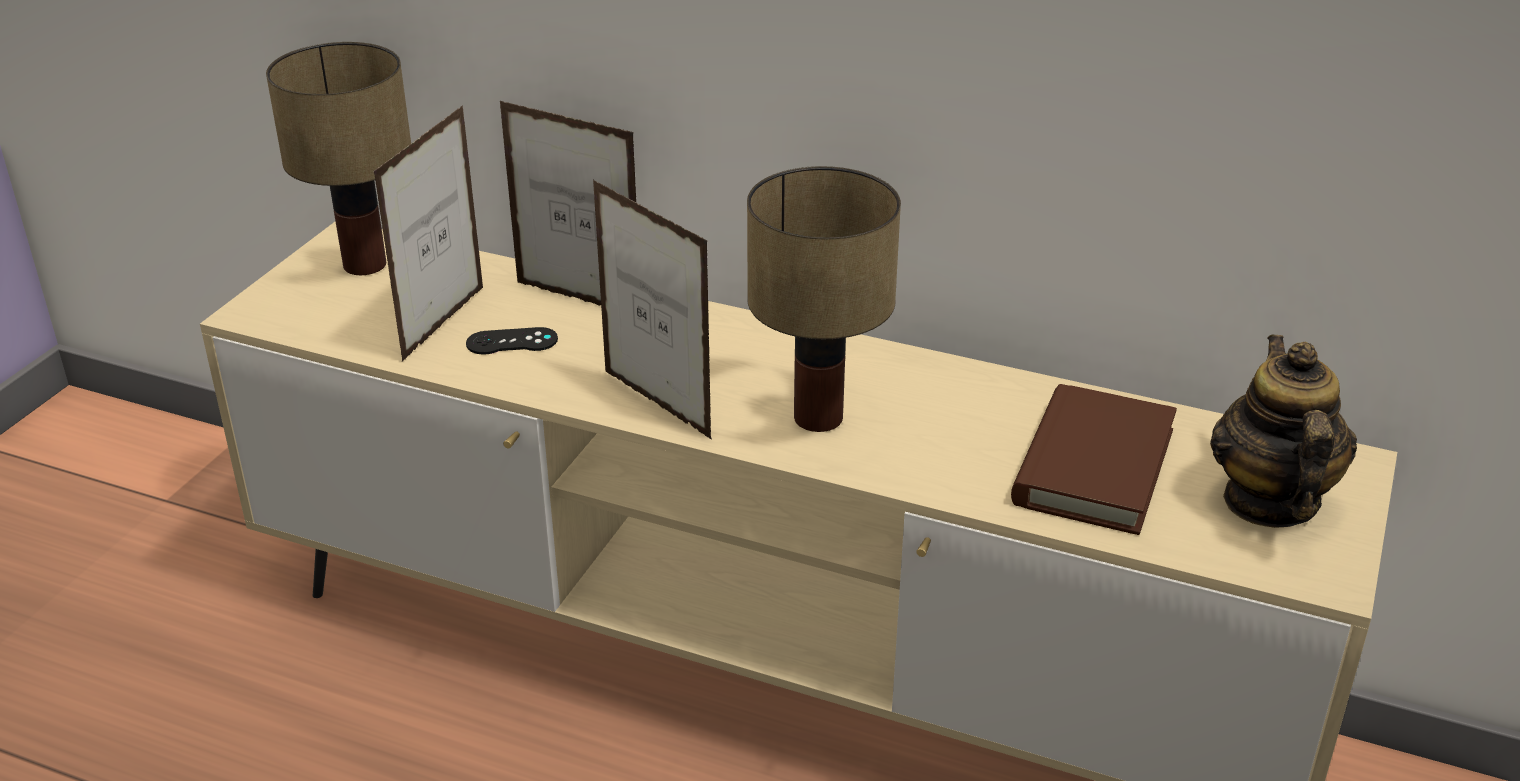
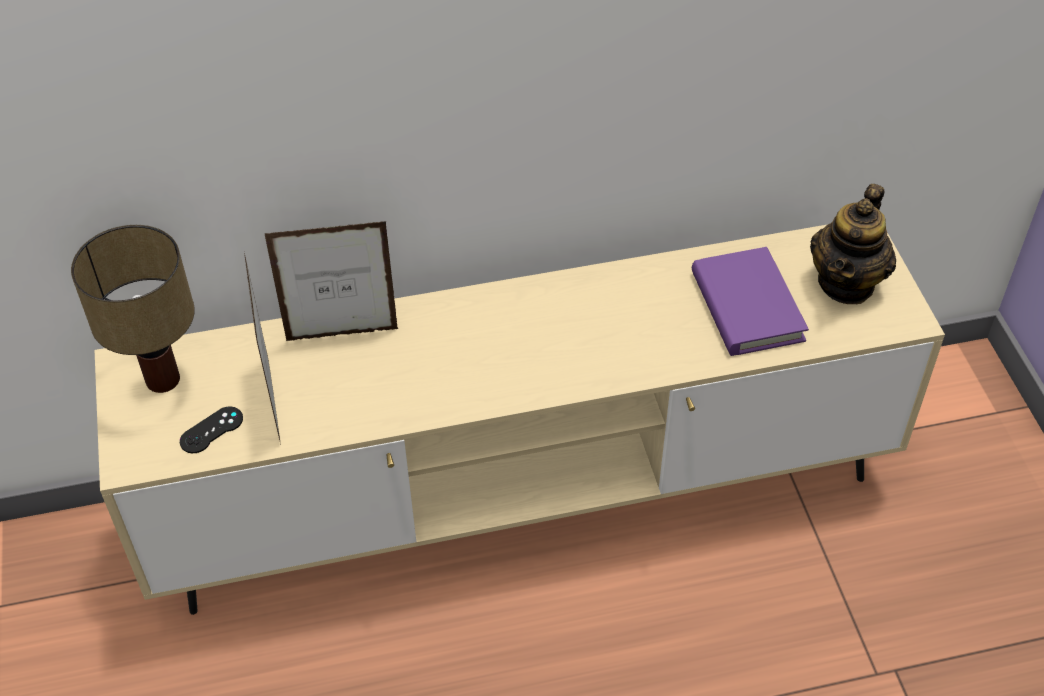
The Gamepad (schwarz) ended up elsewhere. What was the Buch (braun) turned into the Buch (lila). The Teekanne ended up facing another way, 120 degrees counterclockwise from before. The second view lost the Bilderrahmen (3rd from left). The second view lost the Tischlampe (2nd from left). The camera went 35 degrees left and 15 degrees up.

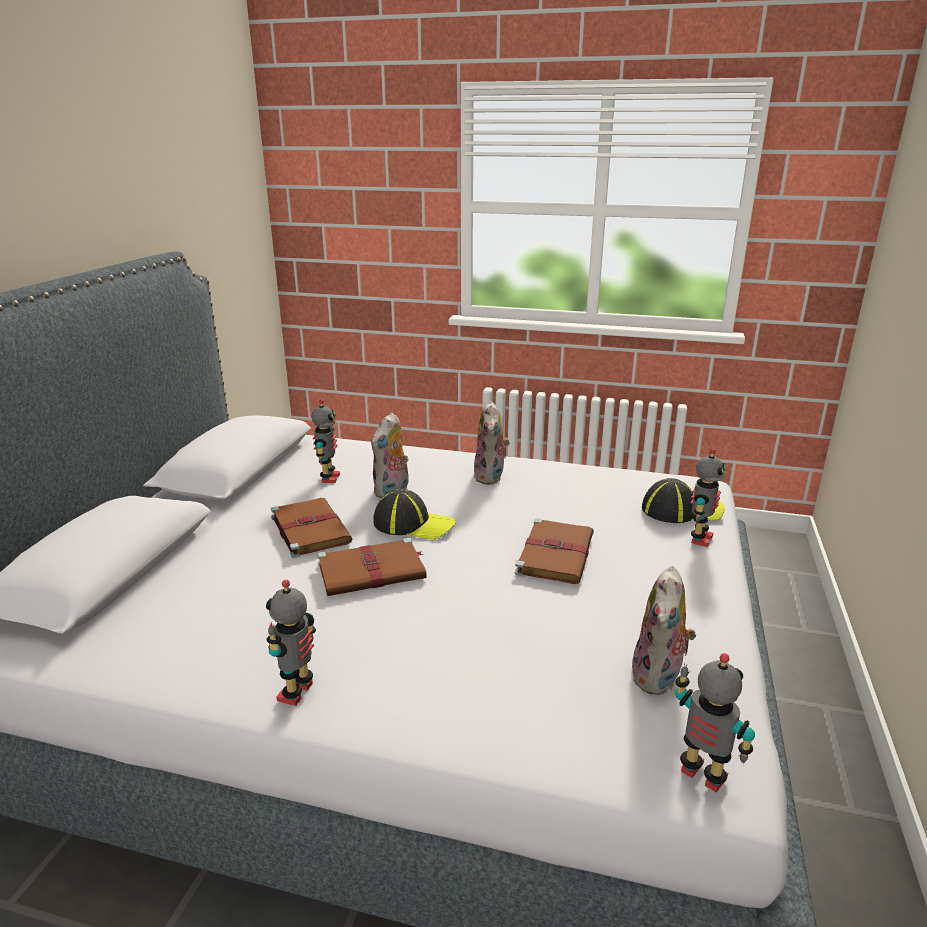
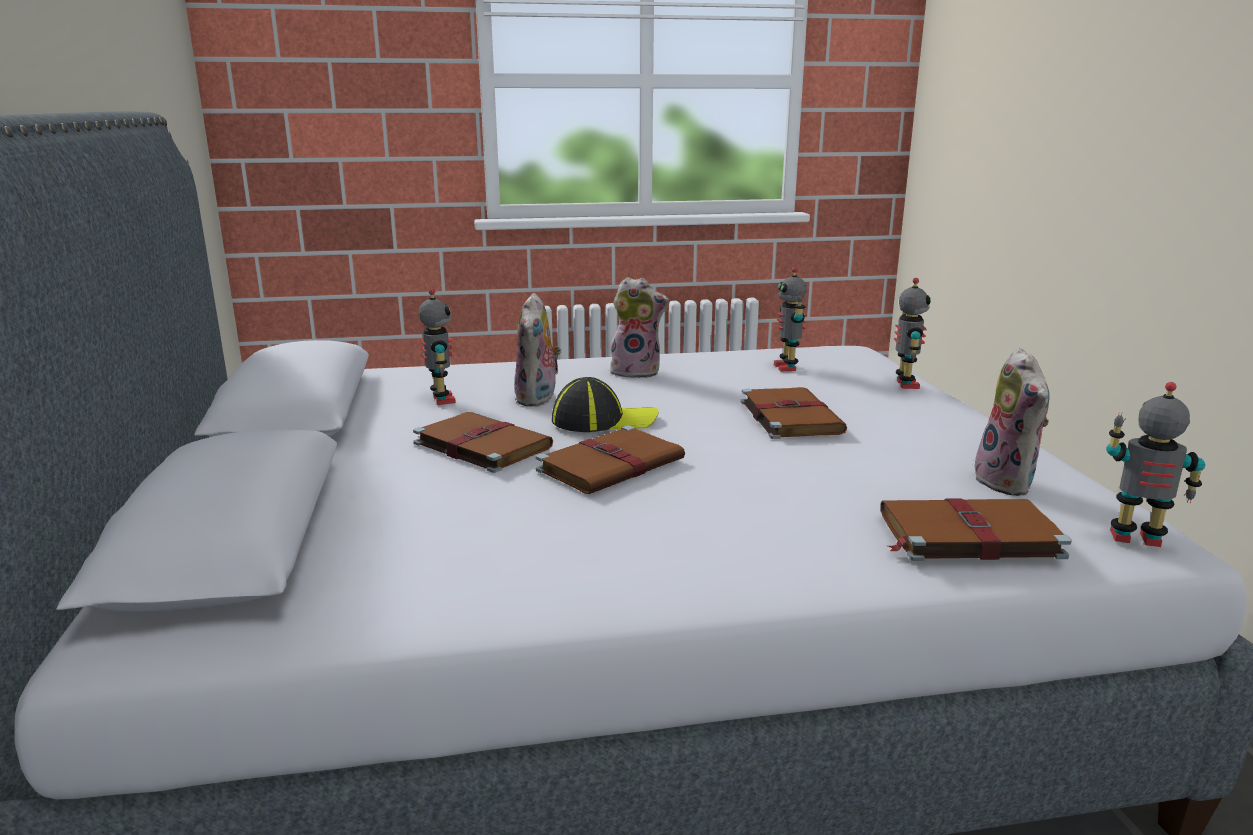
The Plüschtier (2nd from left) ended up facing another way, 60 degrees counterclockwise from before. The Spielzeugroboter (1st from left in the first image) ended up elsewhere. The second view gained the Buch (braun) (4th from left). The second view lost the Kappe (2nd from left). The camera went 25 degrees left and 5 degrees down.

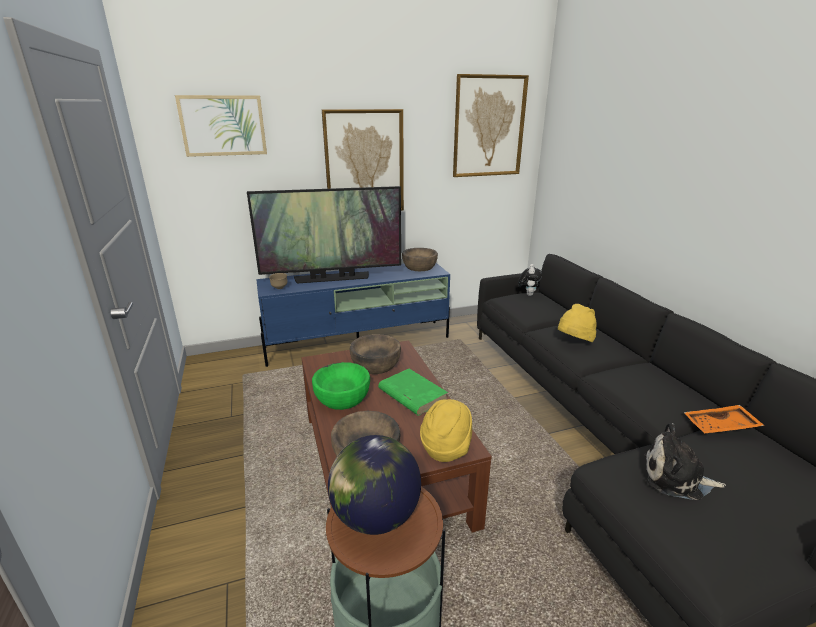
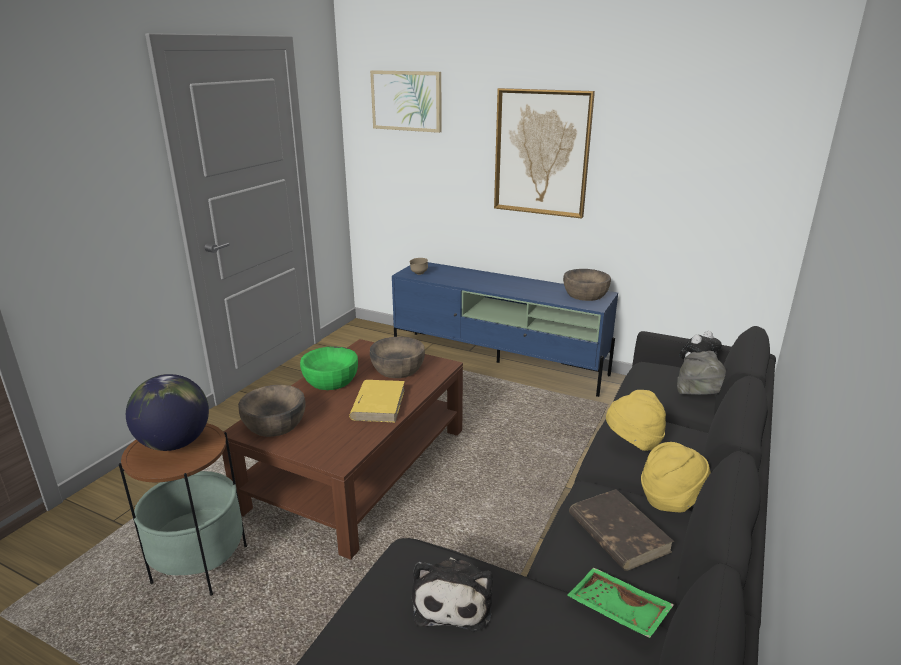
What was the Buch (grün) turned into the Buch (gelb). The Plüschtier (2nd from left in the first image) ended up facing another way, 150 degrees counterclockwise from before. What was the Tablett (orange) turned into the Tablett (grün). The second view gained the Buch (braun). The Hut (gelb) (1st from left in the first image) ended up elsewhere. The second view gained the Hut (grau). The second view lost the Fernseher. The second view lost the Bild (3rd from left). The camera went 45 degrees right and 0 degrees up.

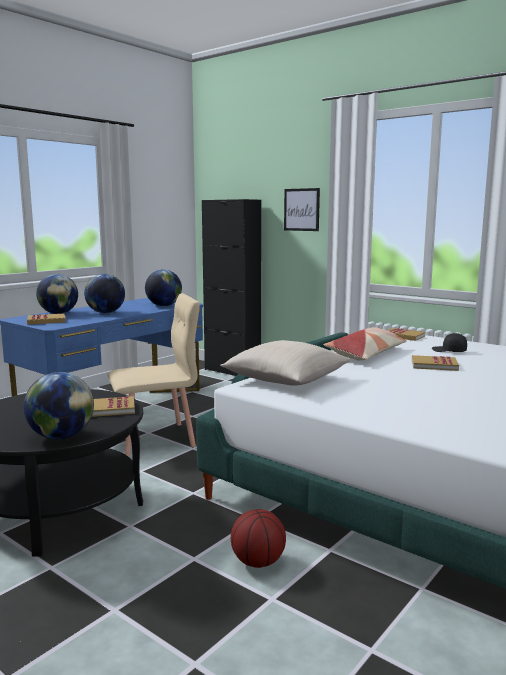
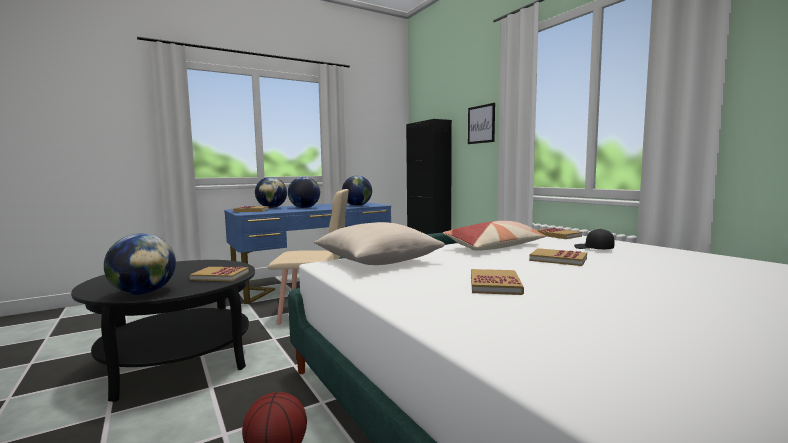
The second view gained the Buch (3rd from left). The camera went 20 degrees right and 5 degrees down.

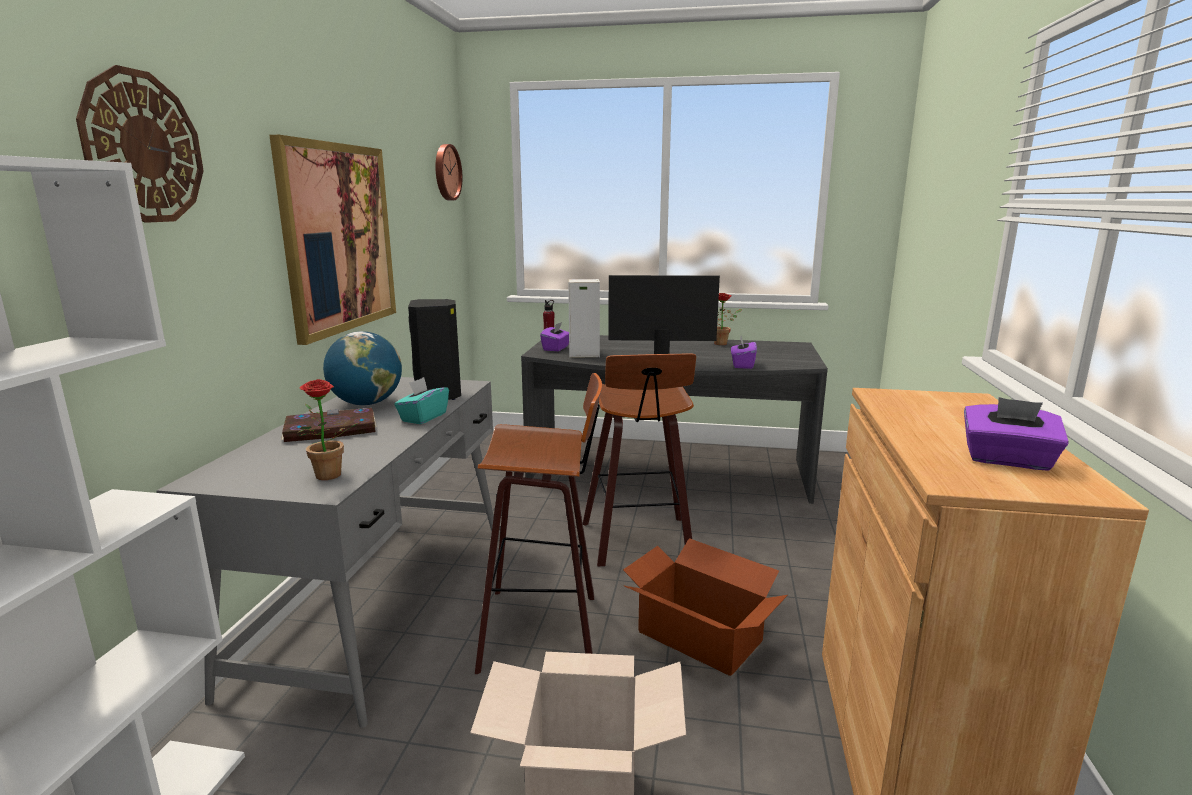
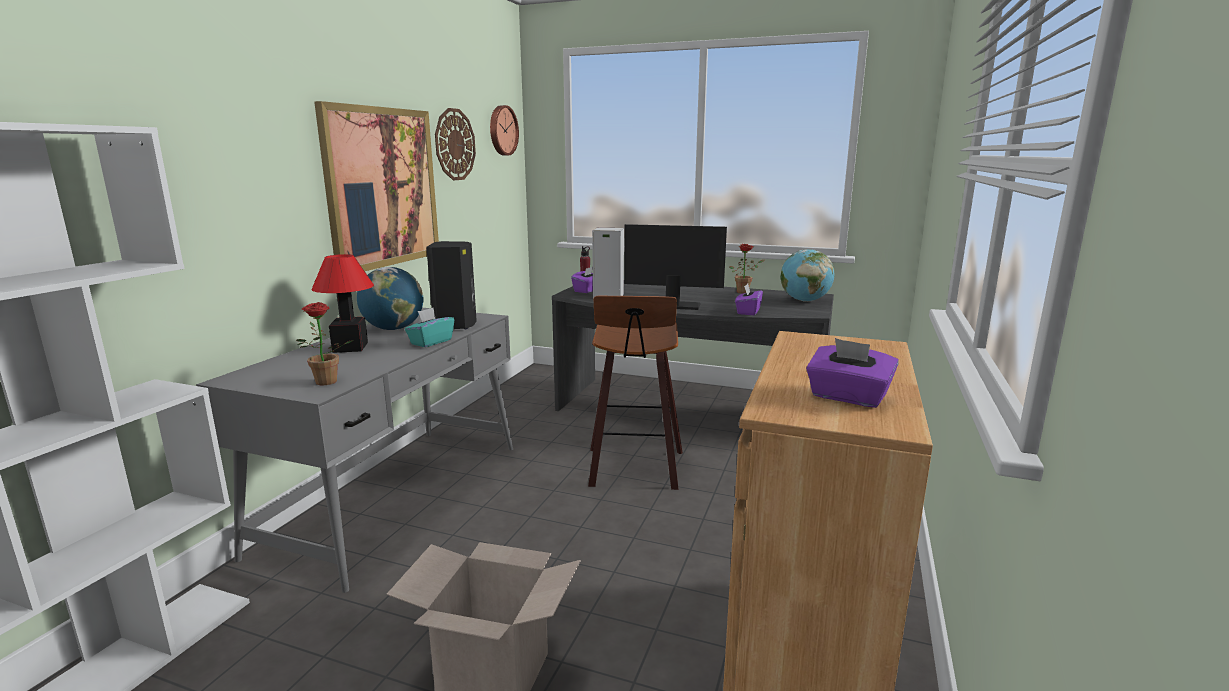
Where the Buch stood, the Tischlampe came to stand. The Wanduhr (1st from left) ended up elsewhere. The second view gained the Globus (2nd from left). The second view lost the Hocker (1st from left). The second view lost the Karton (2nd from left). The camera went 10 degrees right and 0 degrees up.

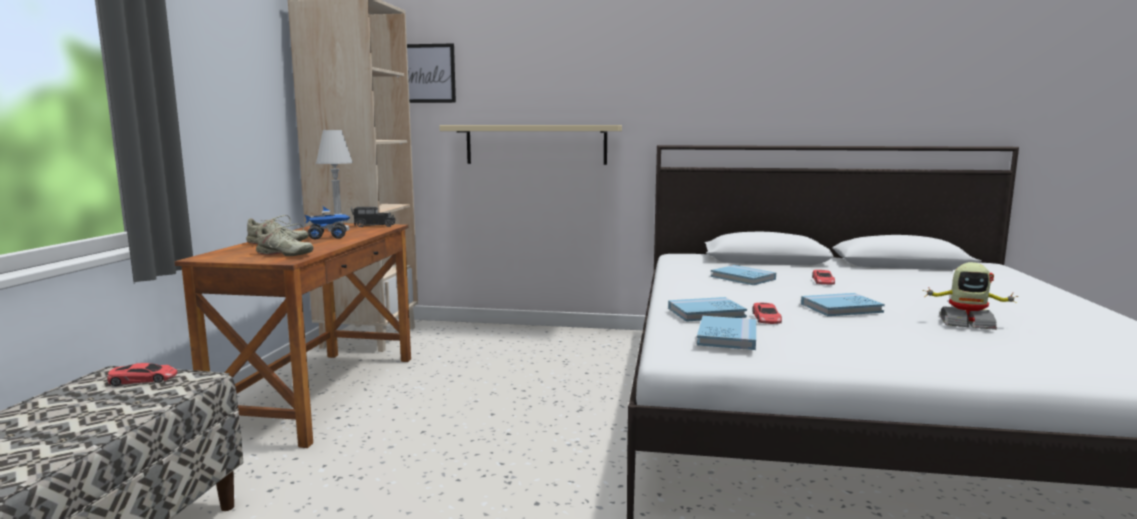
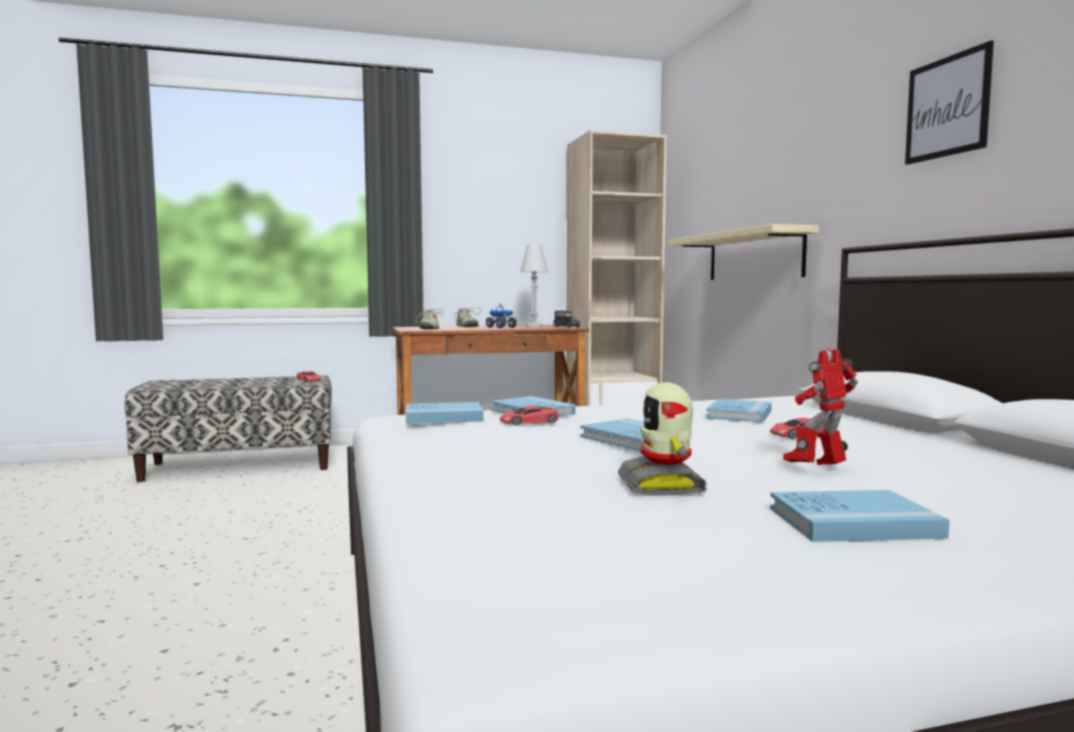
The second view gained the Buch (blau) (5th from left). The second view gained the Spielzeugroboter (2nd from left). The Bild ended up elsewhere. The camera went 65 degrees right and 5 degrees down.

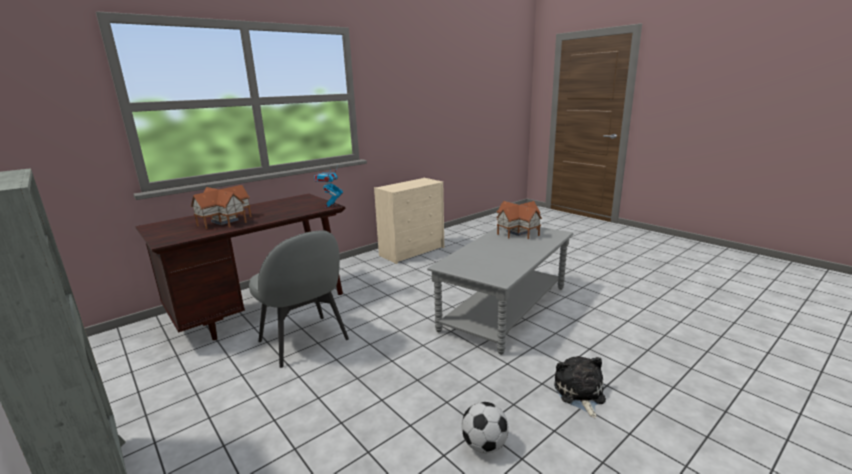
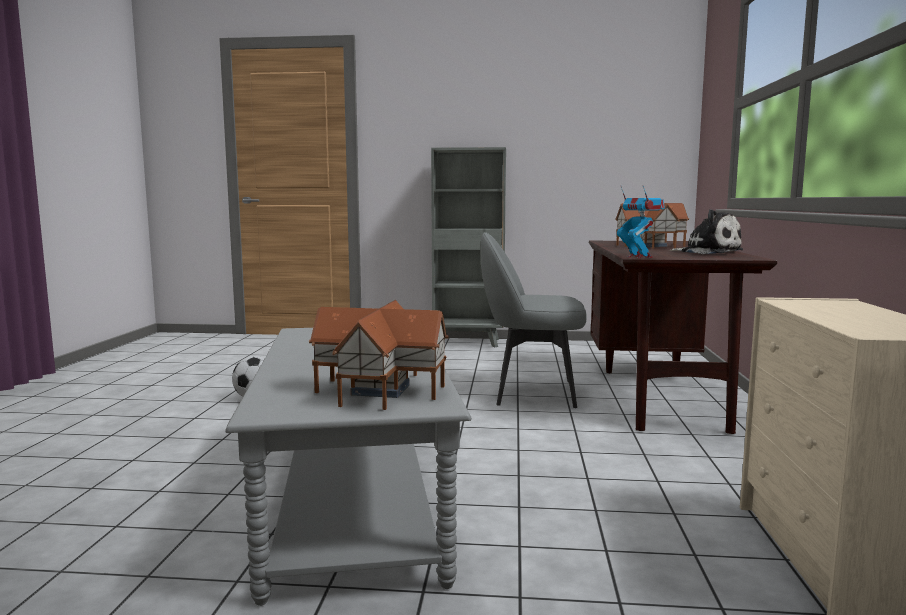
The Plüschtier ended up elsewhere. The camera went 135 degrees right and 10 degrees down.

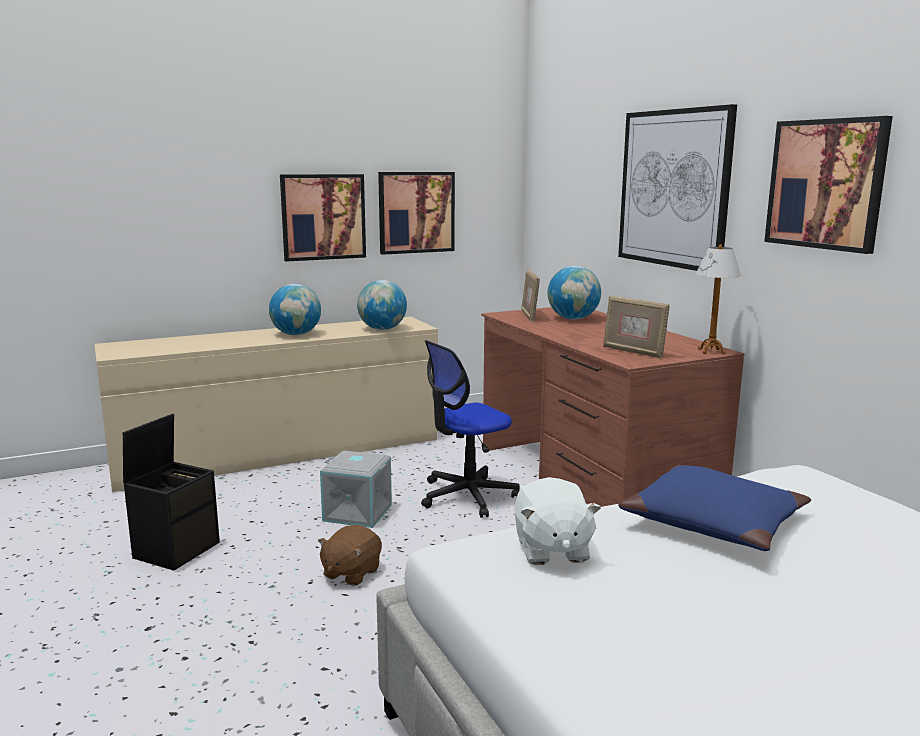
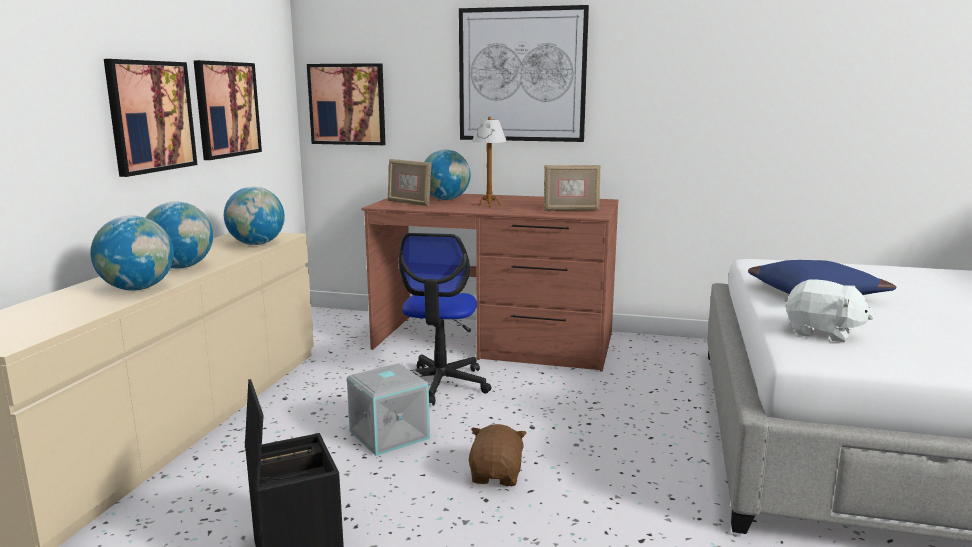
The second view gained the Globus (1st from left). The Bild (4th from left in the first image) ended up elsewhere. The Plüschtier (braun) ended up facing another way, 150 degrees counterclockwise from before. The Tischlampe ended up elsewhere. The camera went 50 degrees left and 0 degrees up.

